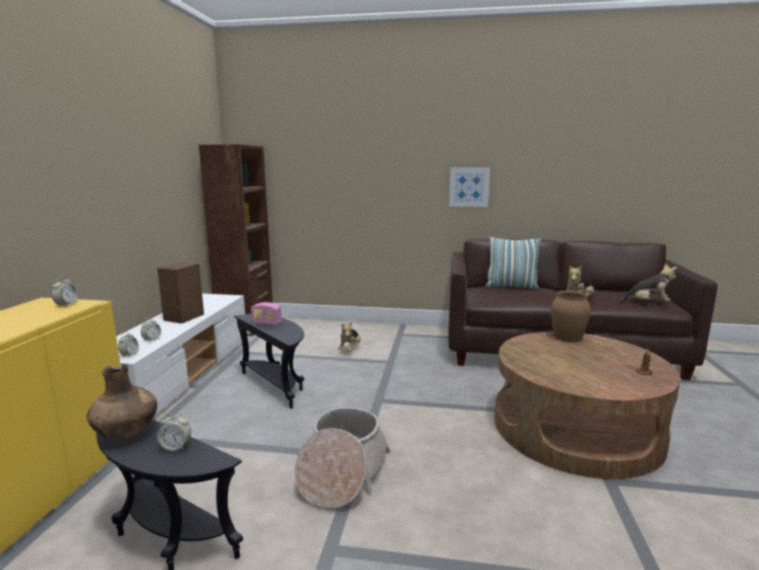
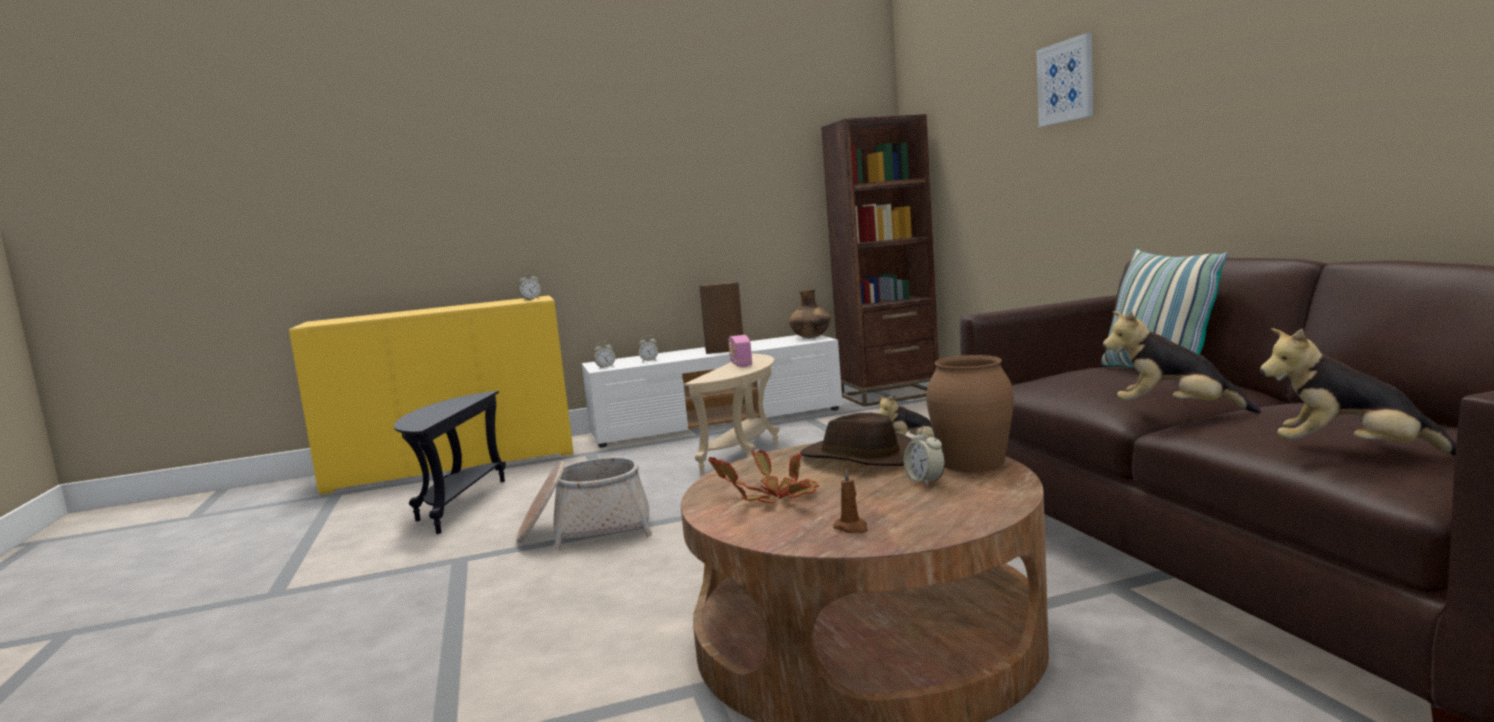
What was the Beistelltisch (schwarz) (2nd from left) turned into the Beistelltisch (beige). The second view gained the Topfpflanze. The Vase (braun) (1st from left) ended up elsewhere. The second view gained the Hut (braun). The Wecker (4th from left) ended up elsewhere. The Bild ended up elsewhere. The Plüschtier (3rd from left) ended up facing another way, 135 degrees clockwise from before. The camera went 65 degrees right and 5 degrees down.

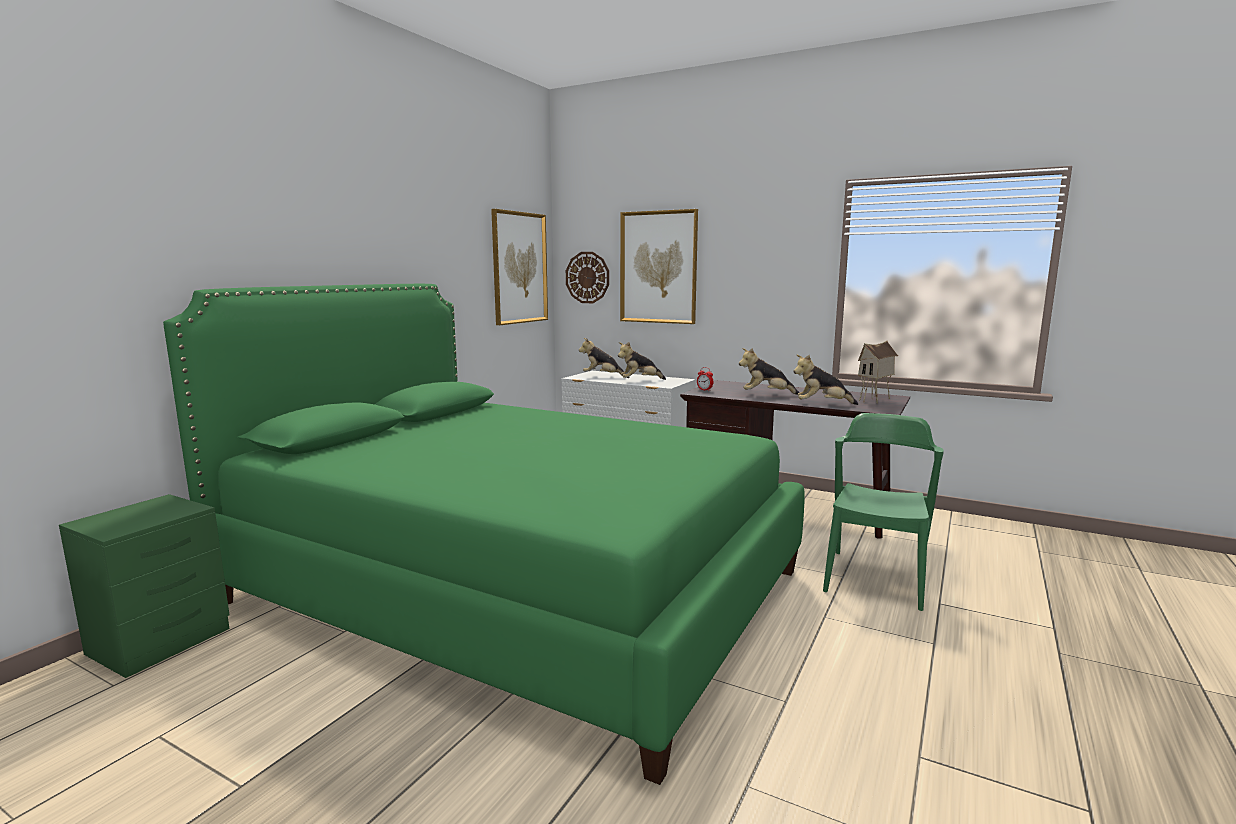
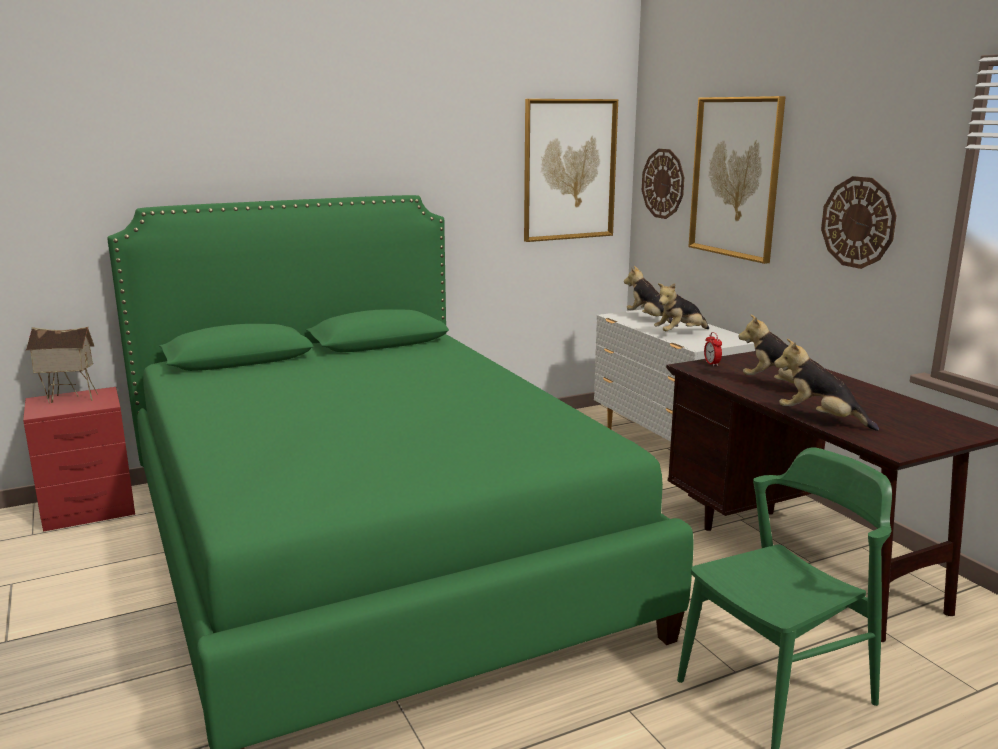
What was the Nachttisch (grün) turned into the Nachttisch (rot). The Spielzeughaus ended up elsewhere. The Plüschtier (2nd from left) ended up facing another way, 45 degrees counterclockwise from before. The second view gained the Wanduhr (2nd from left). The camera went 35 degrees right and 5 degrees up.

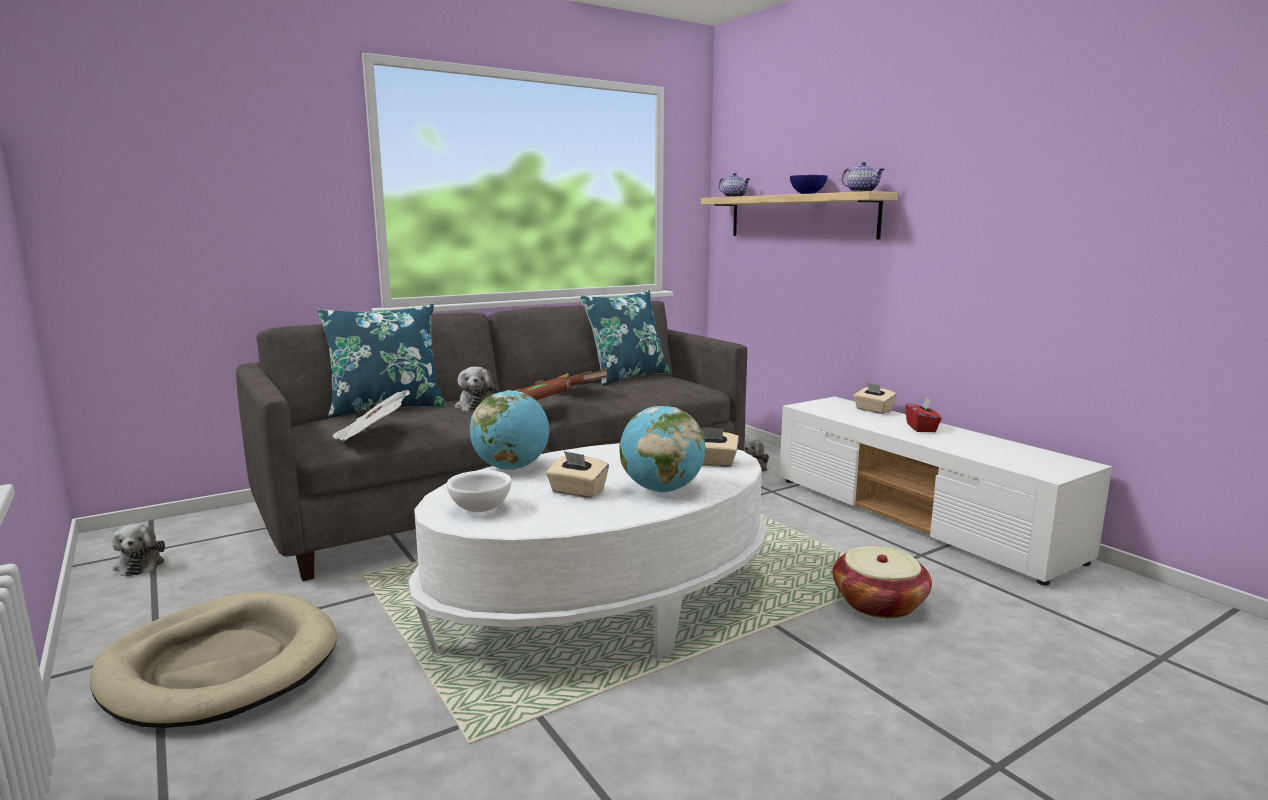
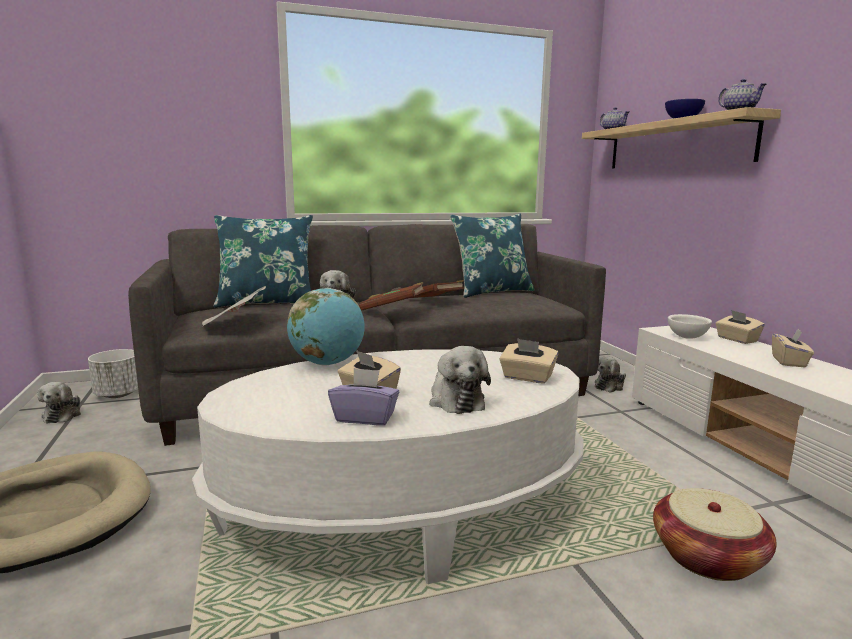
The second view gained the Pflanzkübel (weiß). The second view gained the Taschentuchbox (lila). Where the Globus (2nd from left) stood, the Plüschtier (3rd from left) came to stand. The Schüssel (weiß) ended up elsewhere. What was the Taschentuchbox (rot) turned into the Taschentuchbox (beige) (4th from left). The camera went 15 degrees right and 0 degrees up.

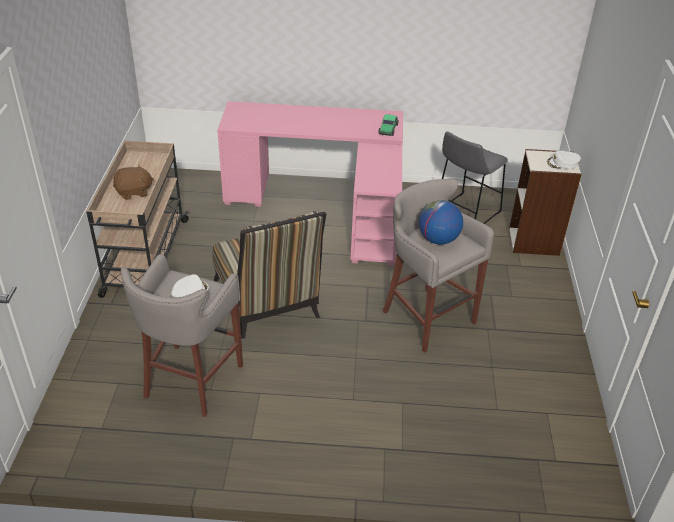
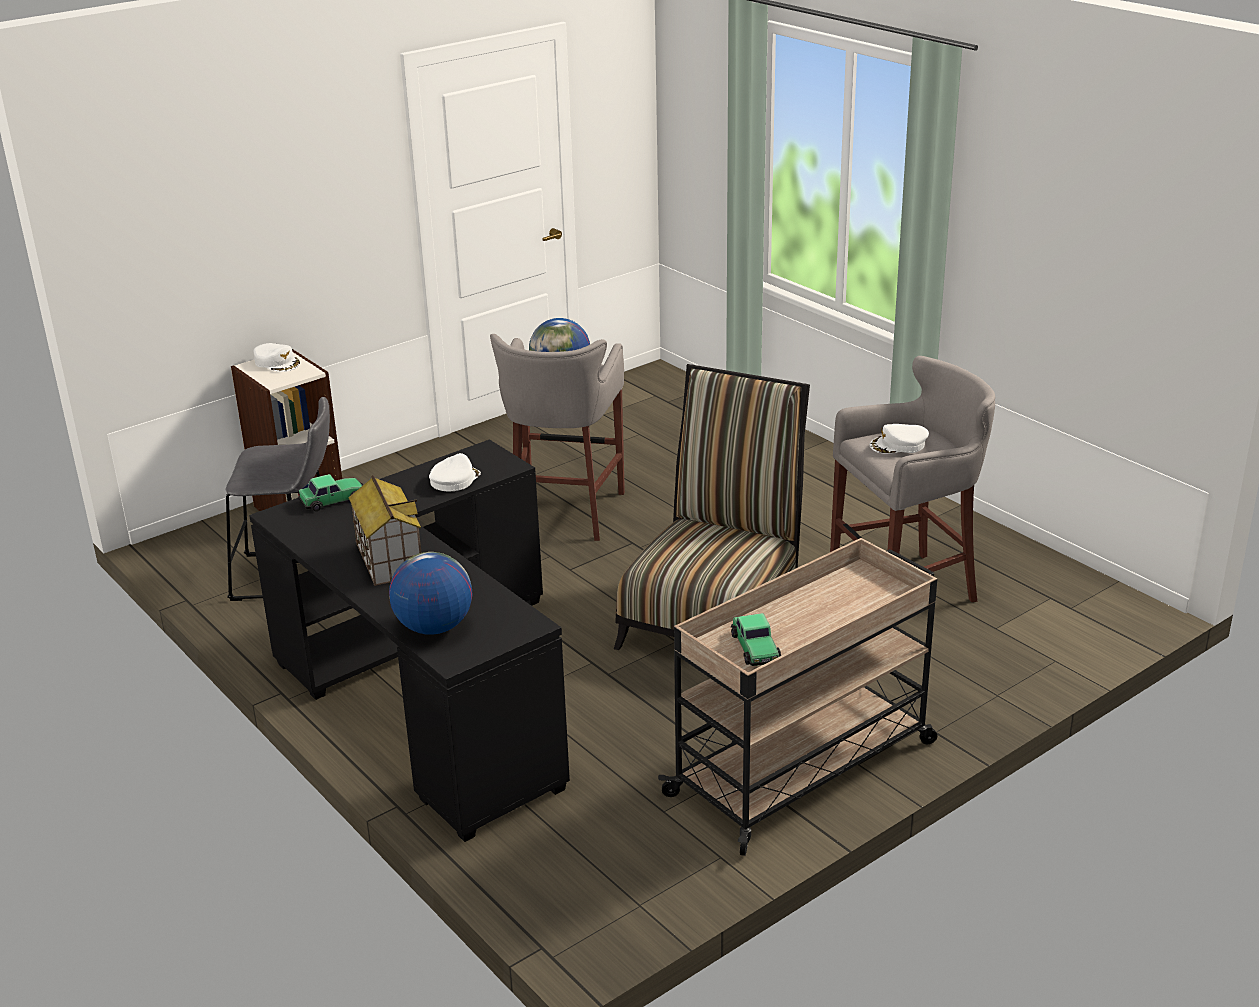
What was the Schreibtisch (rosa) turned into the Schreibtisch (schwarz). The second view gained the Spielzeughaus. The second view gained the Globus (1st from left). The second view gained the Kappe (weiß) (2nd from left). The second view gained the Spielzeugauto (2nd from left). The second view lost the Plüschtier (braun). The camera went 130 degrees left and 10 degrees down.

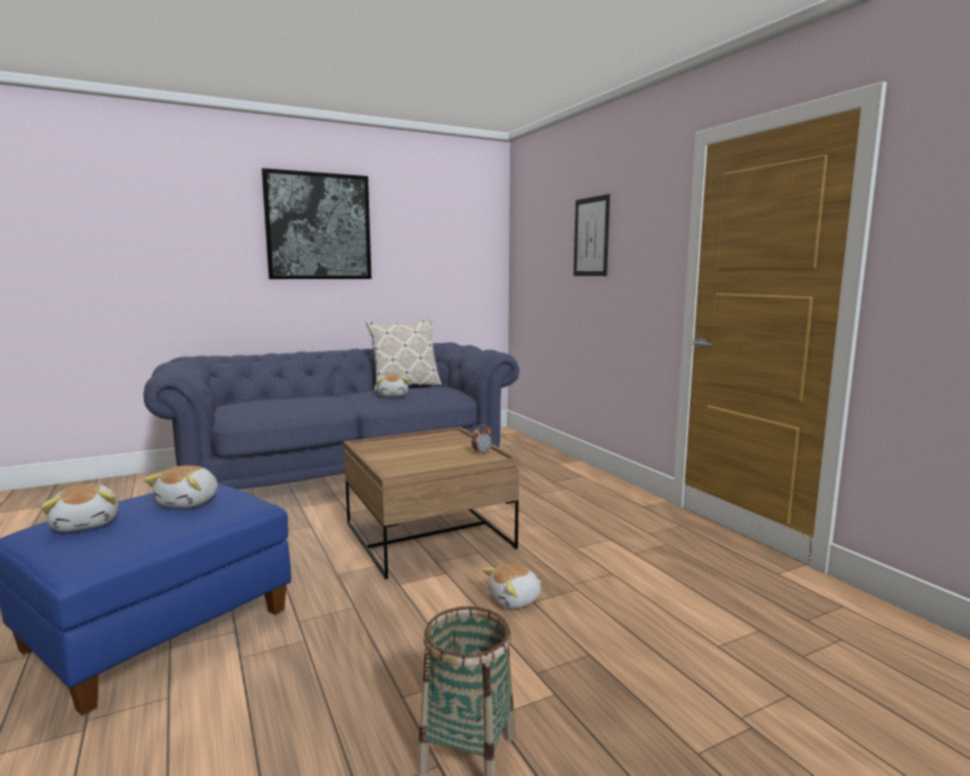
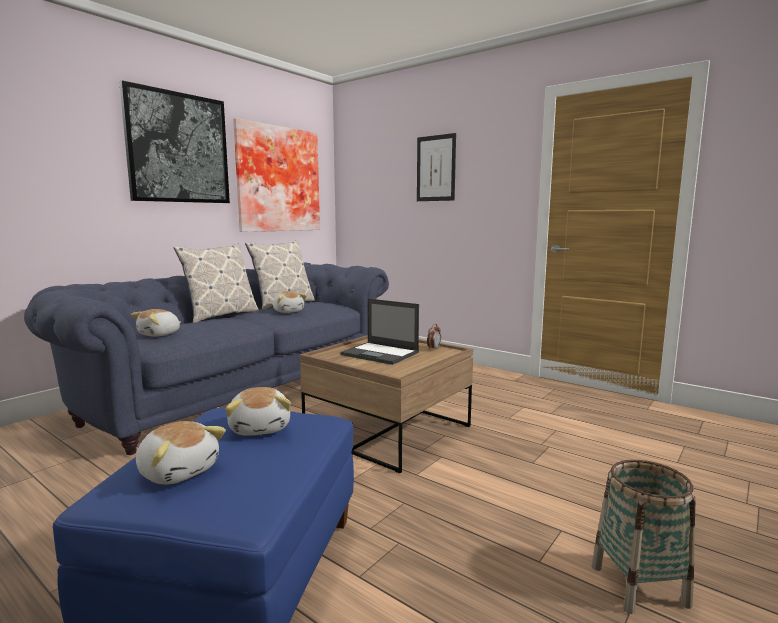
The Plüschtier (4th from left in the first image) ended up elsewhere. The second view gained the Kissen (1st from left). The second view gained the Bild (2nd from left). The second view gained the Laptop. The camera went 25 degrees left and 0 degrees up.

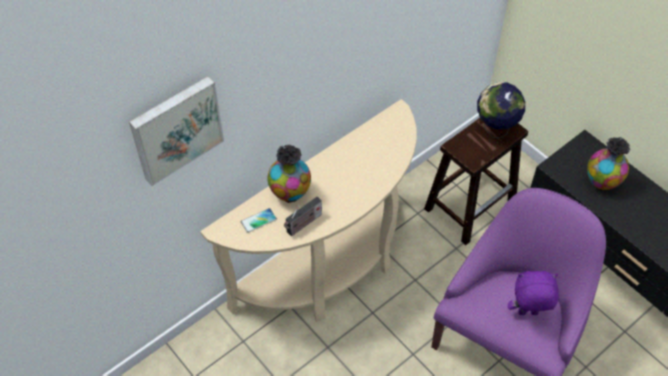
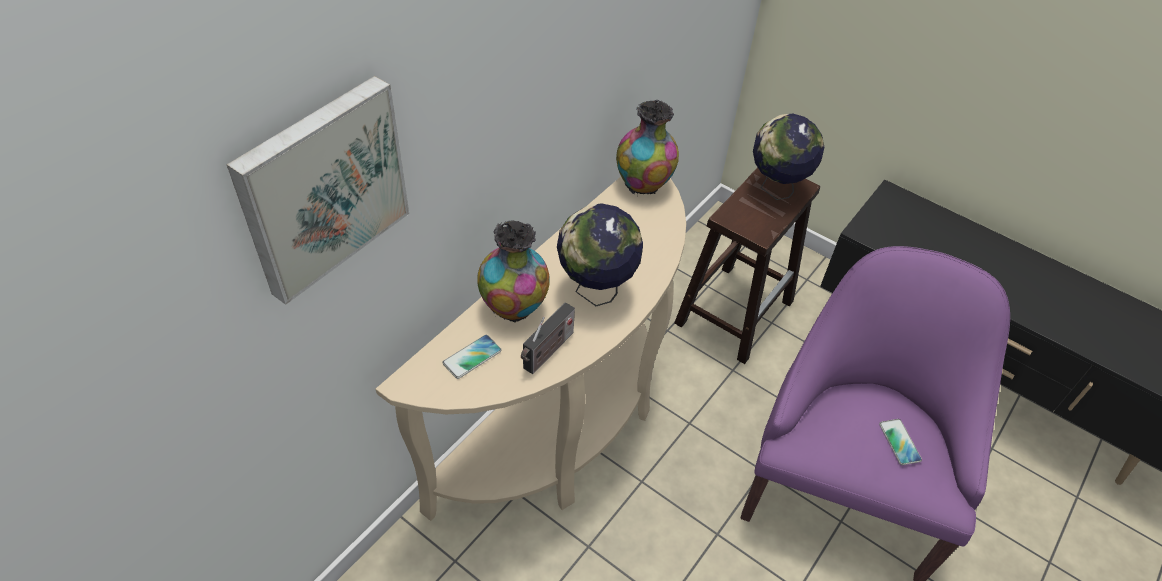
The second view gained the Globus (1st from left). The Vase (2nd from left) ended up elsewhere. Where the Plüschtier (lila) stood, the Handy (2nd from left) came to stand. The camera went 15 degrees left and 5 degrees down.

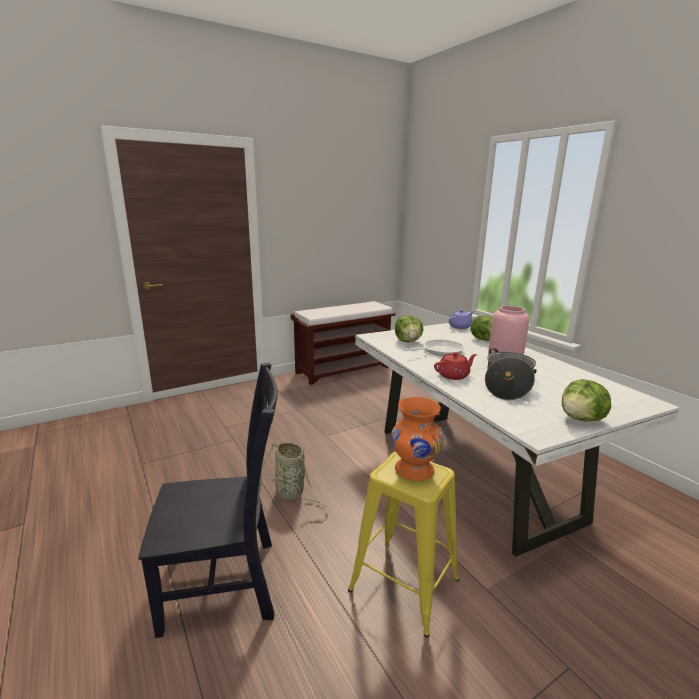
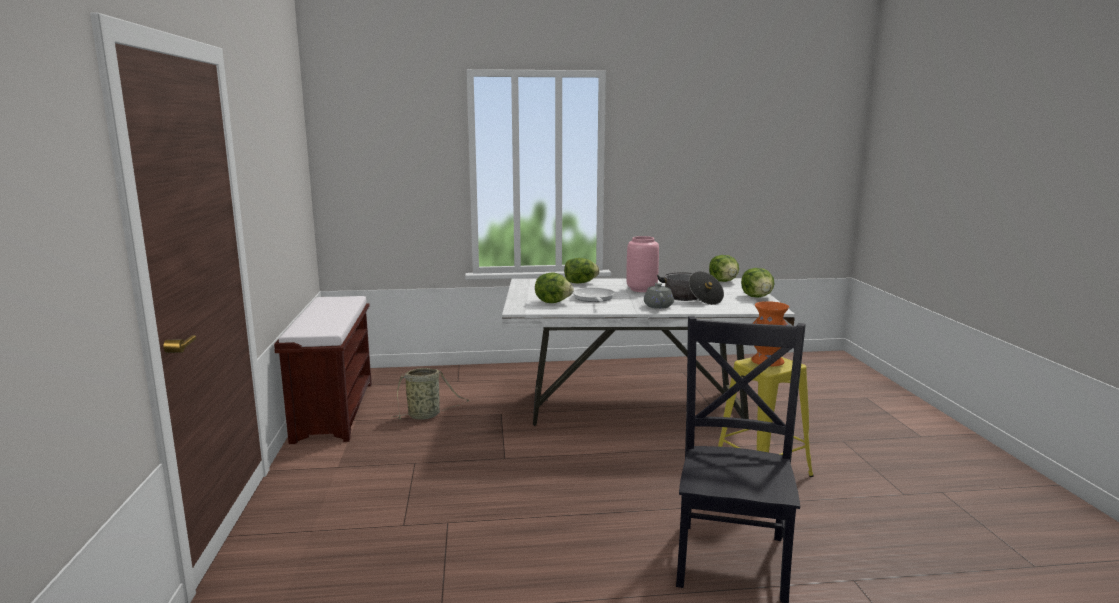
The Korb ended up elsewhere. What was the Teekanne (rot) turned into the Teekanne (grau). The second view gained the Salatkopf (3rd from left). The second view lost the Teekanne (lila). The camera went 65 degrees left and 5 degrees down.

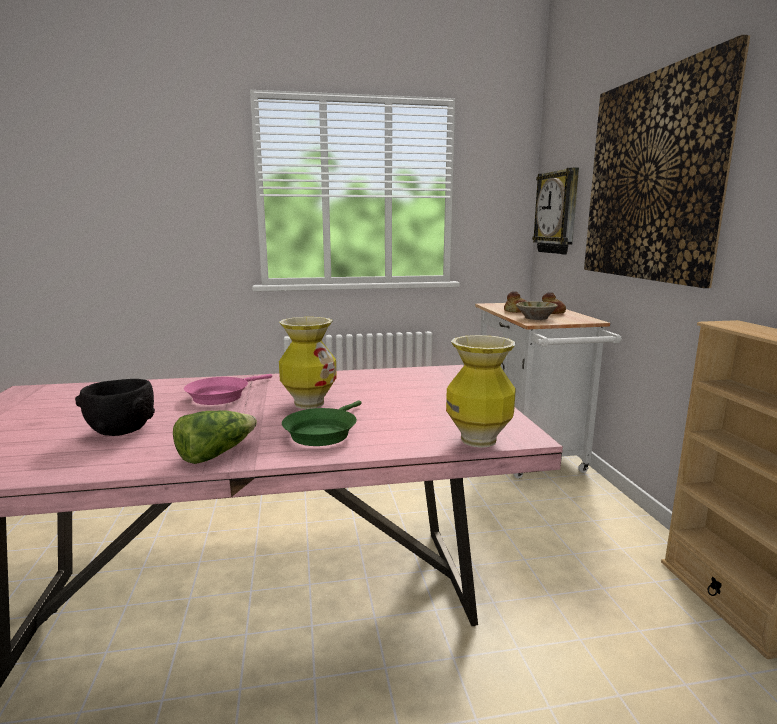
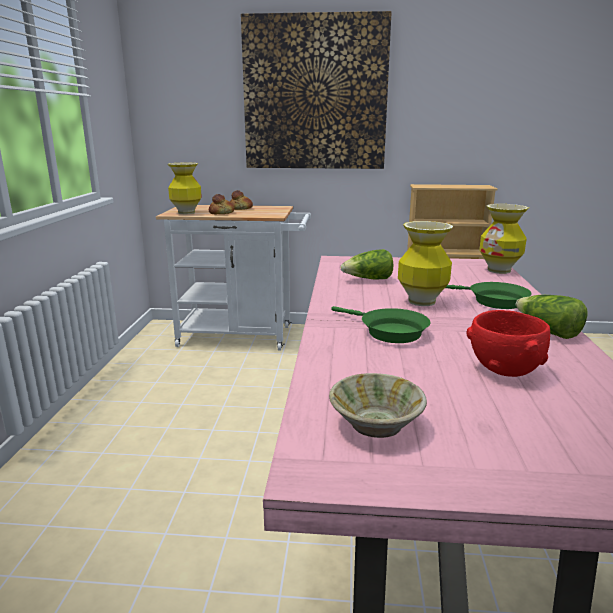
The second view gained the Vase (1st from left). The Schüssel (beige) ended up elsewhere. What was the Pfanne (rosa) turned into the Pfanne (grün) (1st from left). The second view gained the Salatkopf (1st from left). What was the Schüssel (schwarz) turned into the Schüssel (rot). The second view lost the Wanduhr. The camera went 75 degrees left and 5 degrees up.

